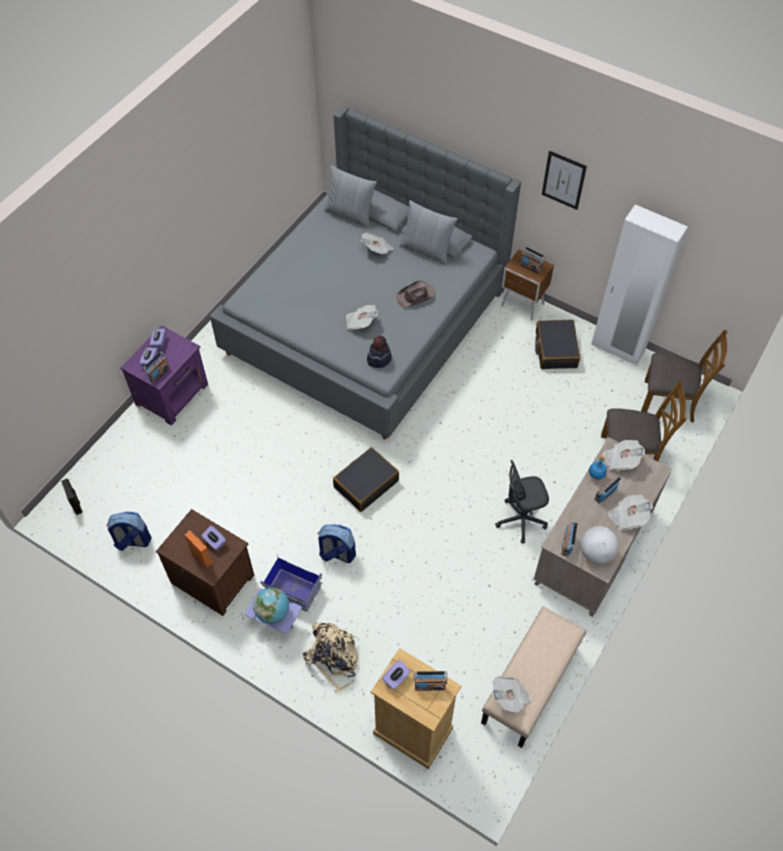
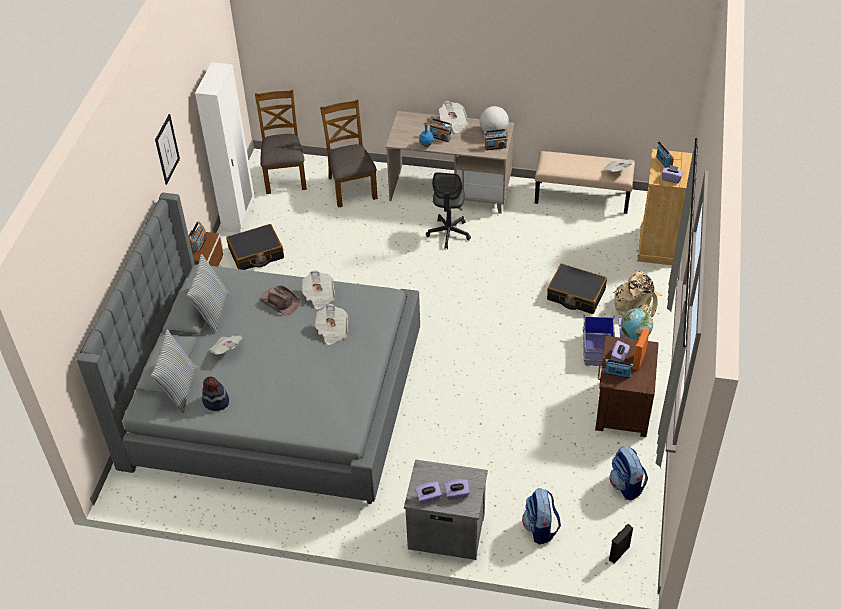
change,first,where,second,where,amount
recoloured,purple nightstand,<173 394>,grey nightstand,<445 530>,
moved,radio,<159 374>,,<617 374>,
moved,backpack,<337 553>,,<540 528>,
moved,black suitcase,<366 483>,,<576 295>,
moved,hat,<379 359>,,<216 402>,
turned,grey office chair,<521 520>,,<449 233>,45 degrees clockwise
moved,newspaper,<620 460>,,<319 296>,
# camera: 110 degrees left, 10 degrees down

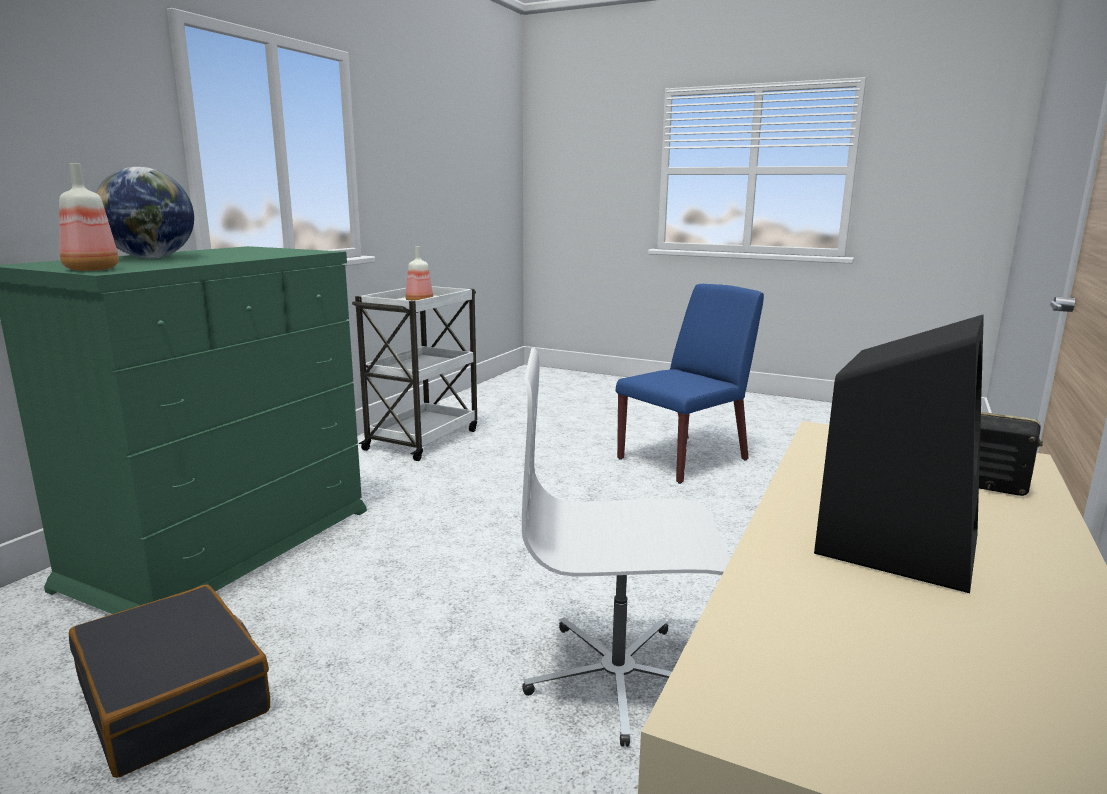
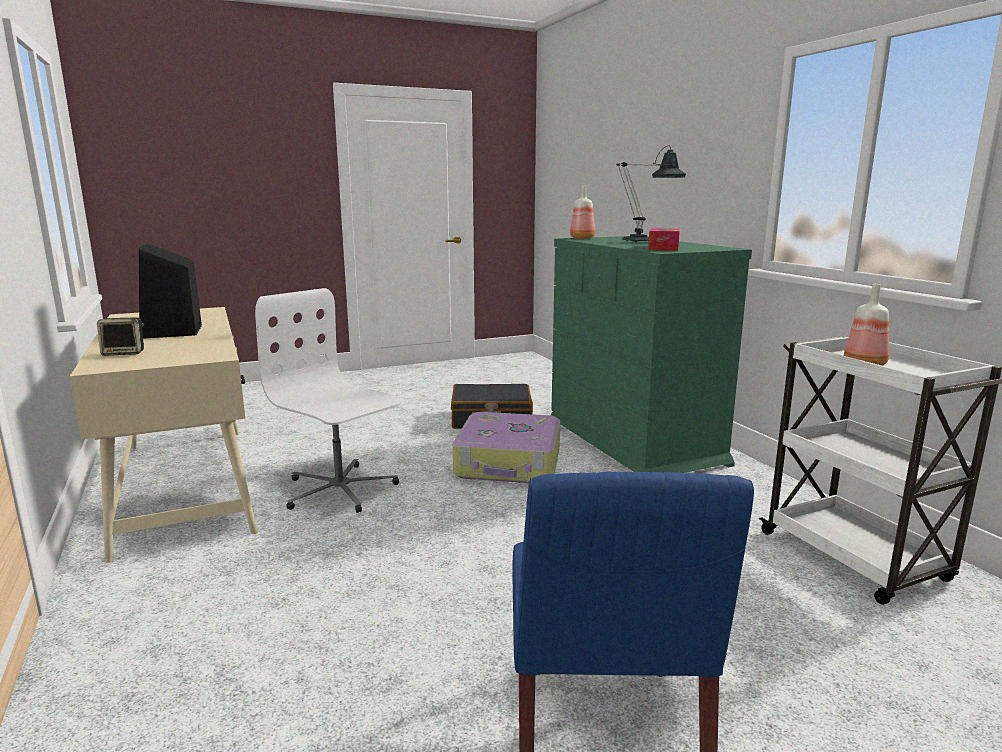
change,first,where,second,where,amount
replaced,globe,<151 258>,table lamp,<644 241>,
turned,white office chair,<618 677>,,<339 490>,90 degrees counterclockwise
added,,,suitcase,<509 463>,
added,,,tissue box,<663 248>,
# camera: 130 degrees right, 0 degrees up

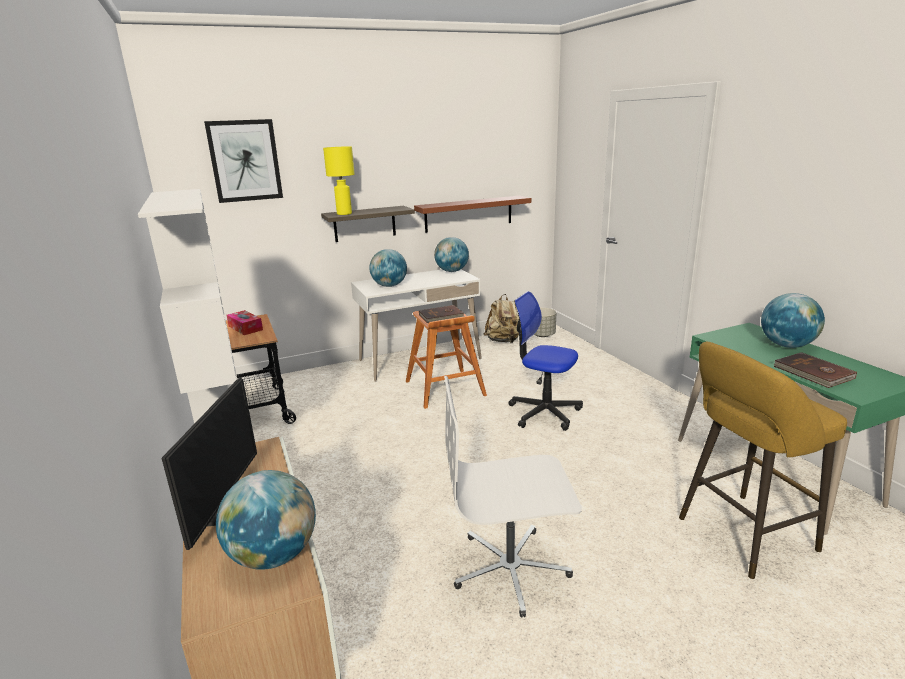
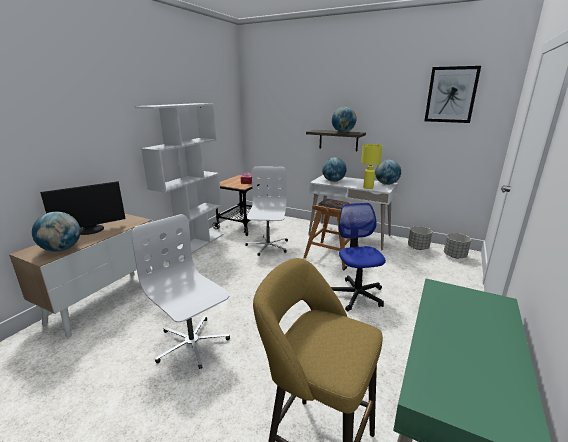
change,first,where,second,where,amount
moved,picture,<245 161>,,<451 95>,
moved,yellow table lamp,<345 214>,,<368 187>,
removed,brown shelf,<468 214>,,,
replaced,beige backpack,<503 341>,grey planter,<418 247>,
moved,globe,<787 345>,,<343 132>,
removed,brown book,<813 373>,,,
added,,,white office chair,<267 246>,
# camera: 50 degrees right, 0 degrees up

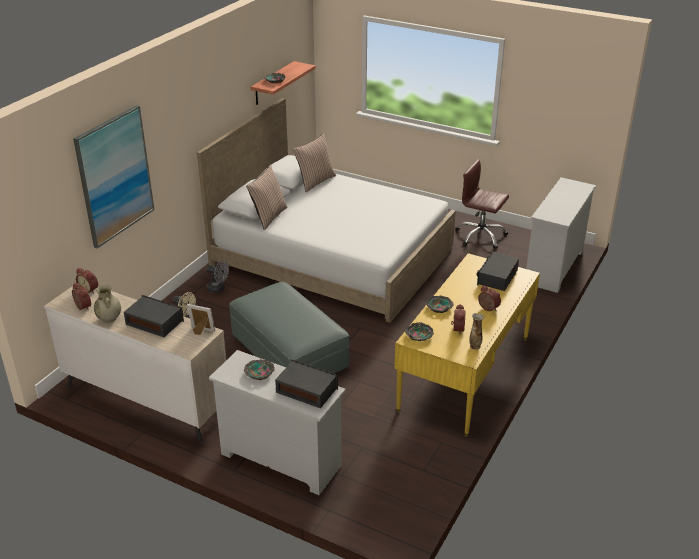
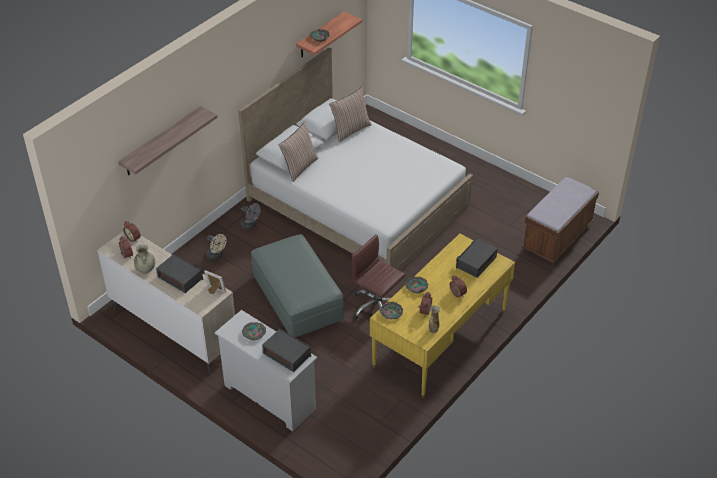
change,first,where,second,where,amount
replaced,picture,<115 176>,shelf,<161 141>,
moved,brown office chair,<480 236>,,<377 307>,
replaced,white dresser,<554 267>,brown bench,<557 237>,
# camera: 10 degrees right, 10 degrees up

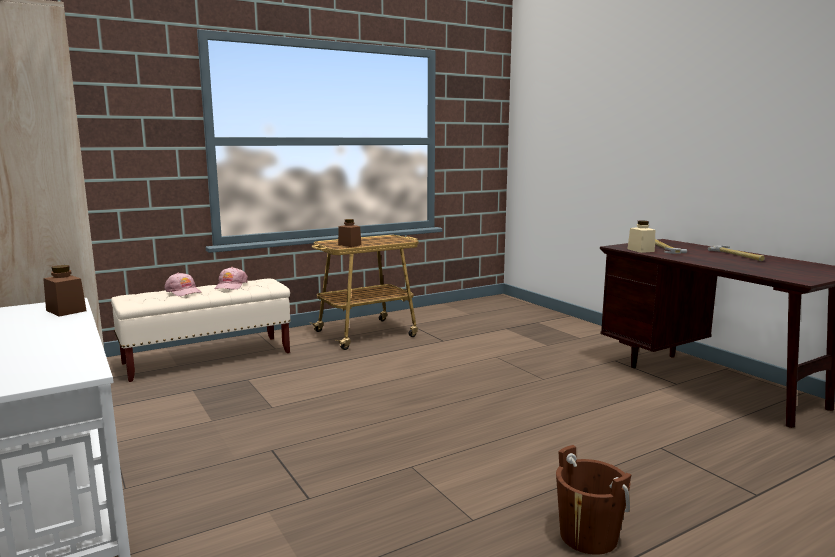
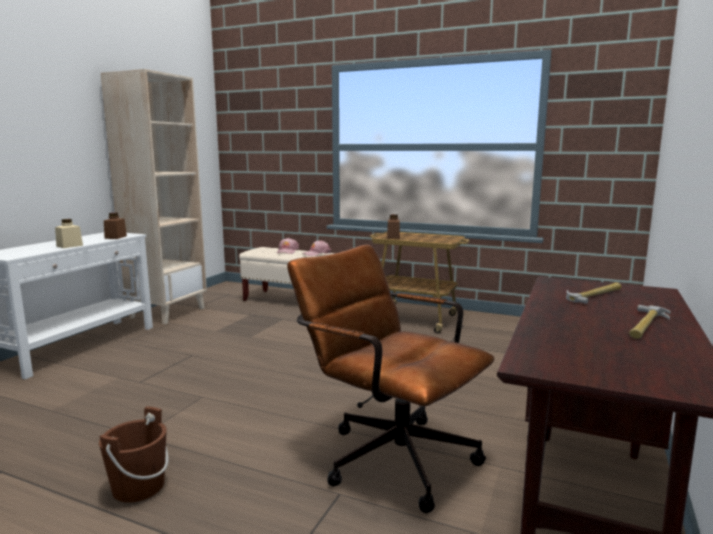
change,first,where,second,where,amount
moved,beige jar,<640 250>,,<69 246>,
added,,,brown office chair,<388 454>,
# camera: 55 degrees right, 0 degrees up

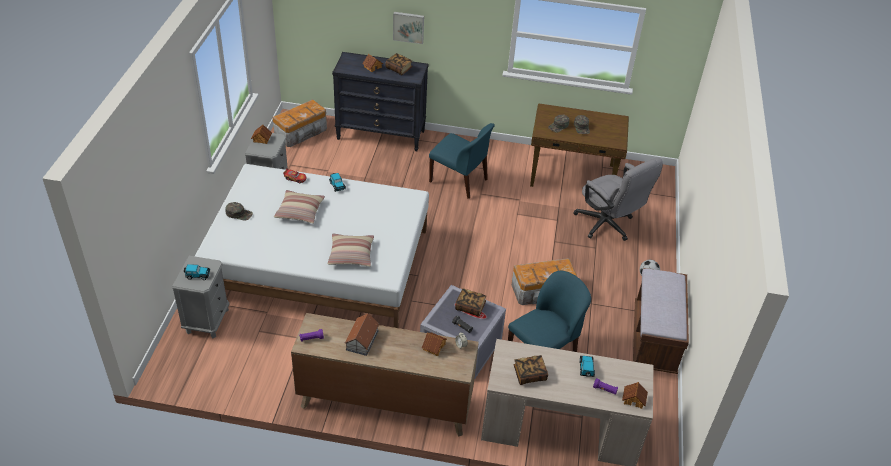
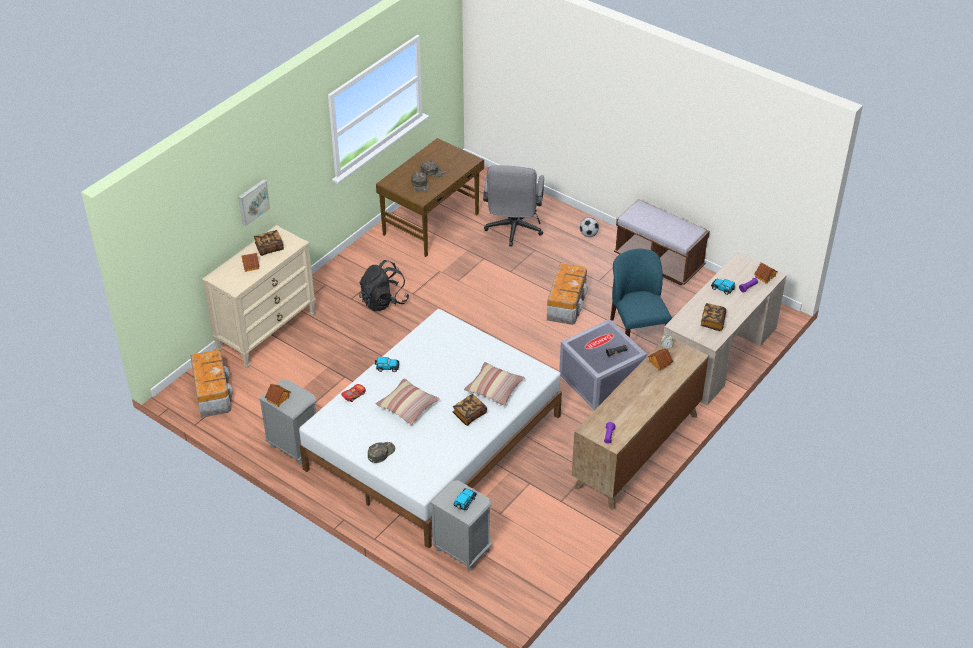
change,first,where,second,where,amount
recoloured,black dresser,<381 135>,beige dresser,<267 332>,
removed,toy house,<362 340>,,,
replaced,blue chair,<459 181>,black backpack,<383 301>,
moved,book,<470 307>,,<469 414>,
turned,grey office chair,<608 226>,,<513 230>,105 degrees clockwise
# camera: 60 degrees left, 0 degrees up

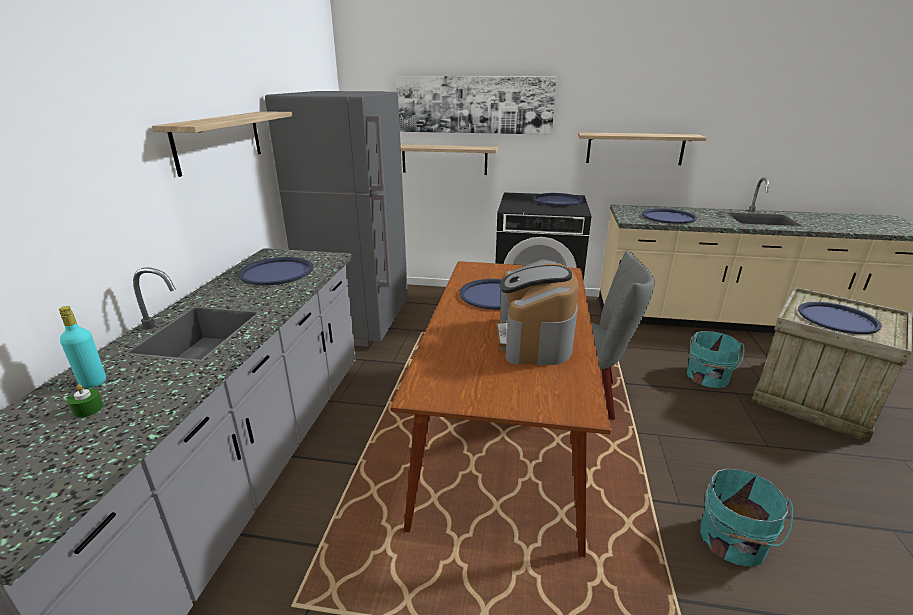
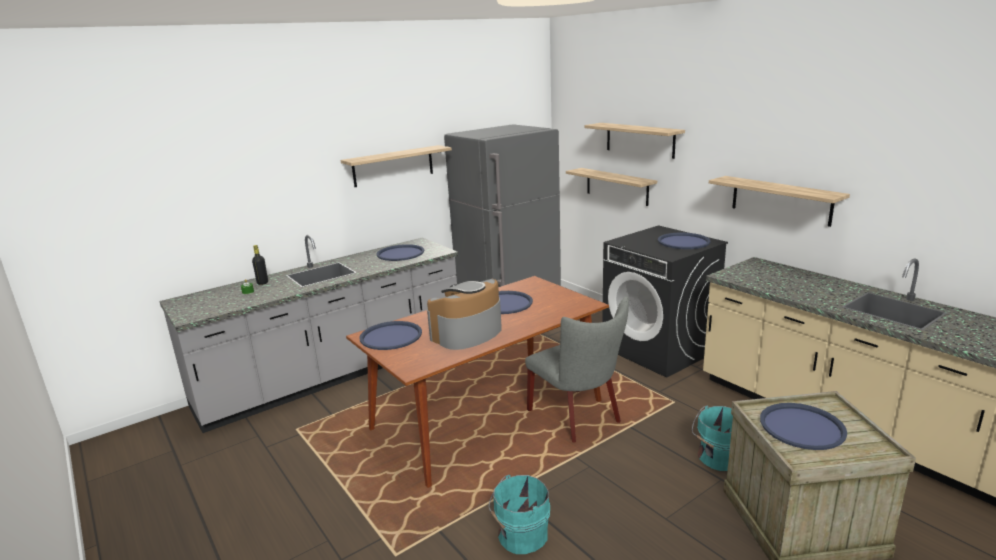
change,first,where,second,where,amount
recoloured,turquoise bottle,<93 382>,black bottle,<262 283>,
replaced,picture,<474 105>,shelf,<639 140>,
moved,blue tray,<668 217>,,<391 336>,
# camera: 45 degrees right, 5 degrees down

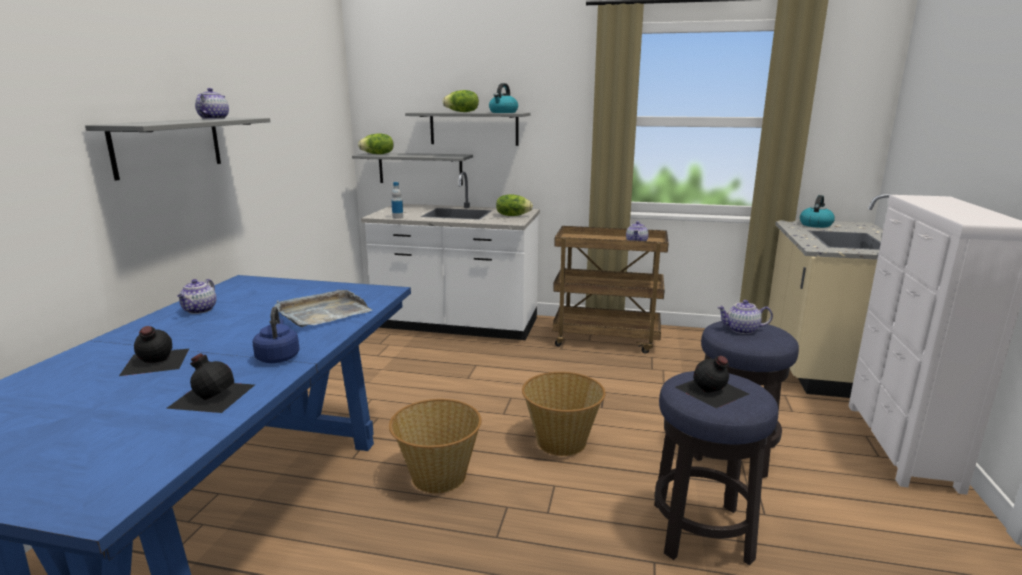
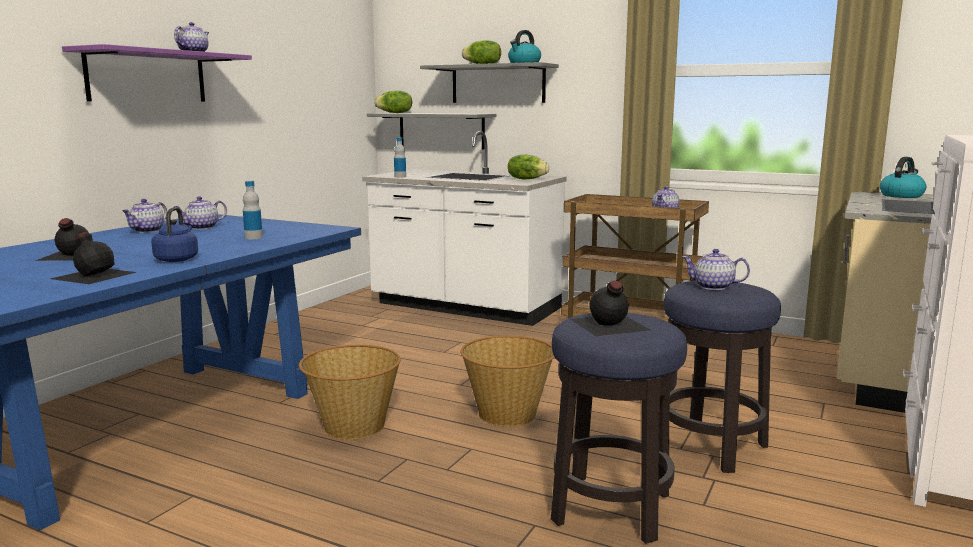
change,first,where,second,where,amount
recoloured,grey shelf,<168 146>,purple shelf,<147 77>,
replaced,grey tray,<322 312>,bottle,<253 237>,
added,,,teapot,<201 227>,
# camera: 15 degrees right, 5 degrees down

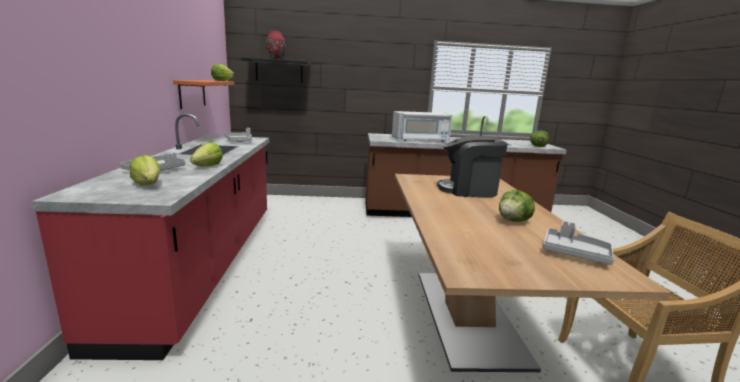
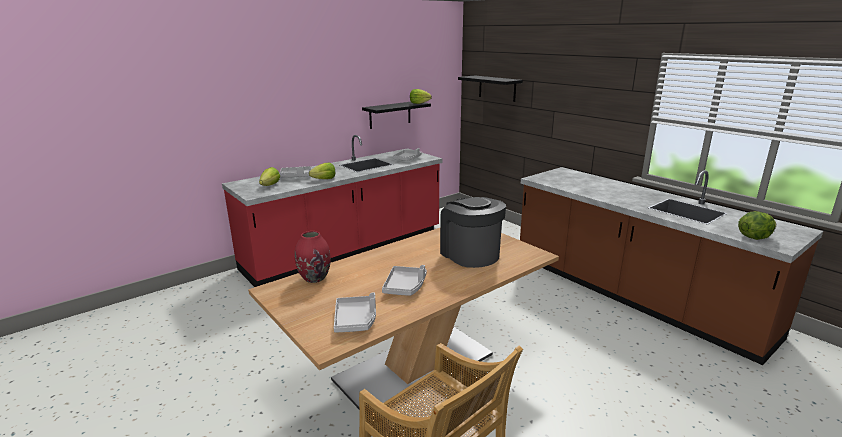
change,first,where,second,where,amount
recoloured,orange shelf,<192 93>,black shelf,<390 114>,
moved,red vase,<275 59>,,<314 278>,
removed,white microwave,<420 140>,,,
replaced,lettuce,<514 221>,grey tray,<405 287>,
# camera: 55 degrees right, 5 degrees up

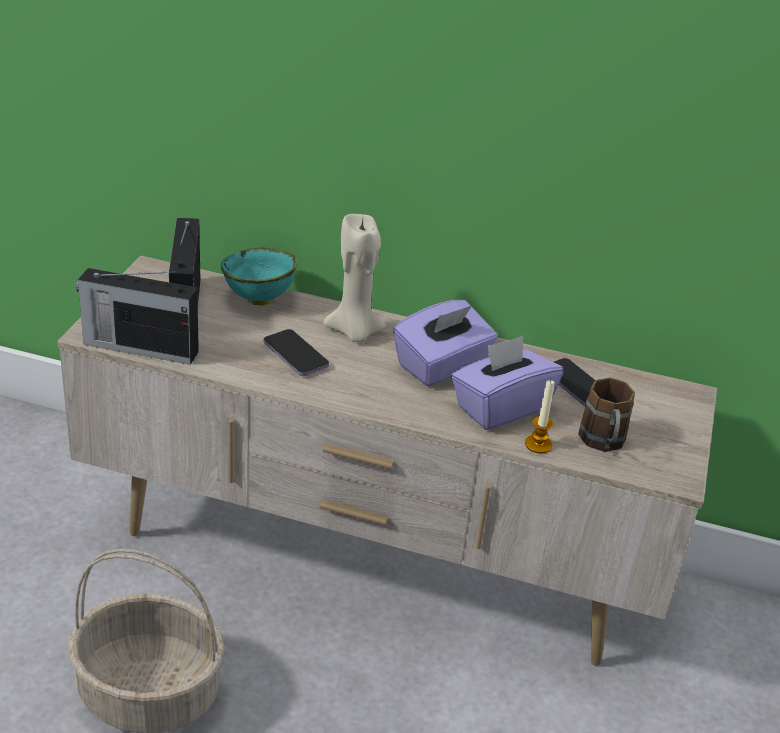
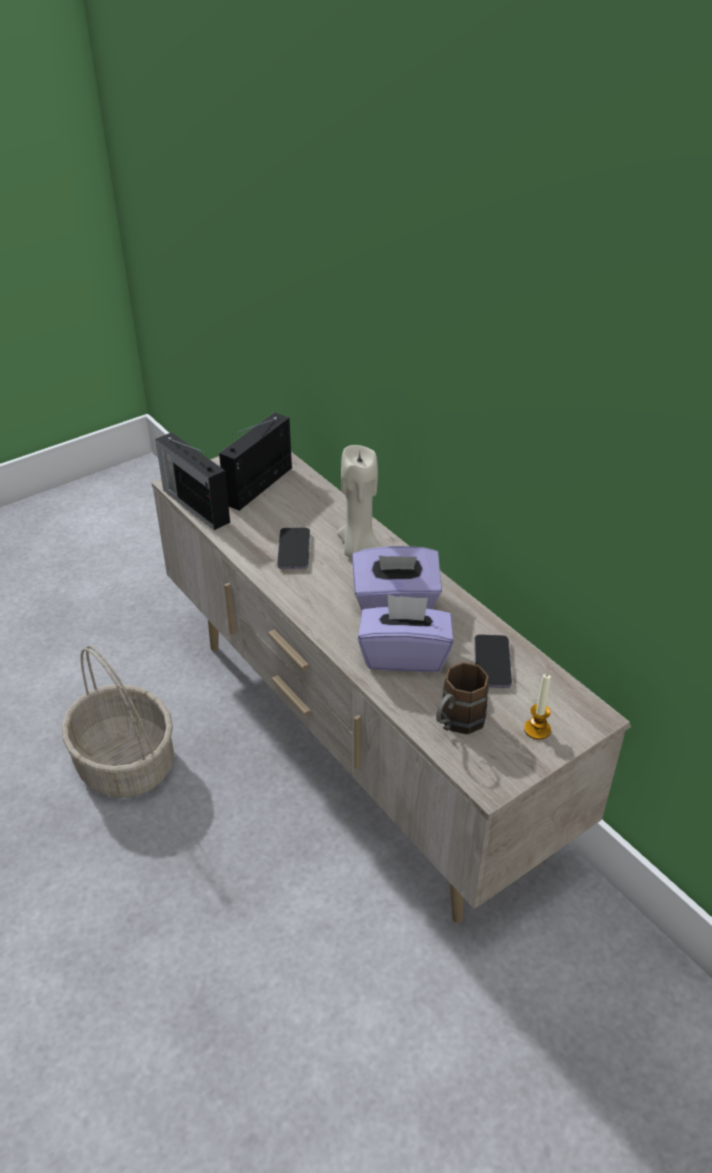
change,first,where,second,where,amount
removed,turquoise bowl,<258 299>,,,
moved,candle,<538 444>,,<537 729>,
# camera: 40 degrees right, 5 degrees up

